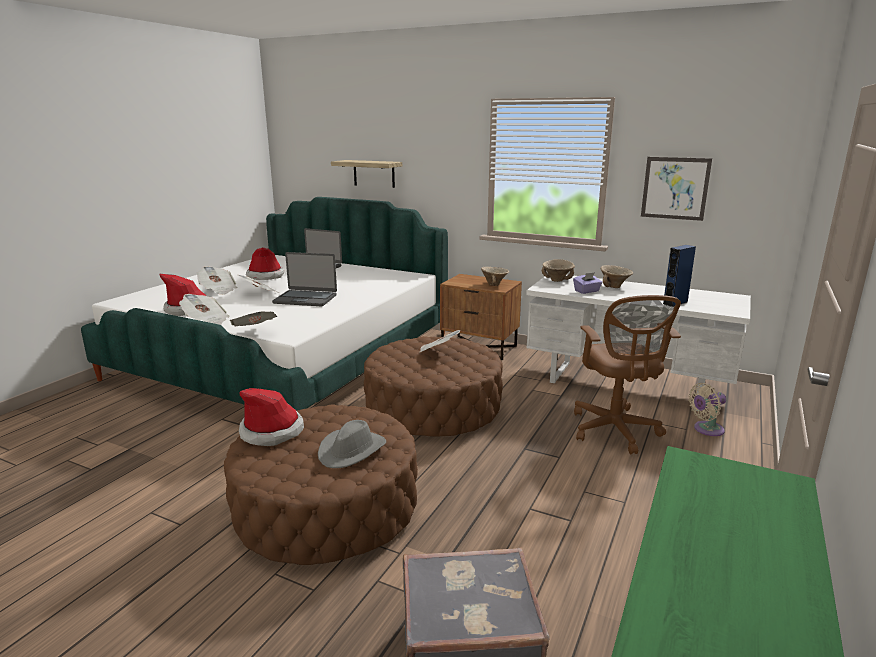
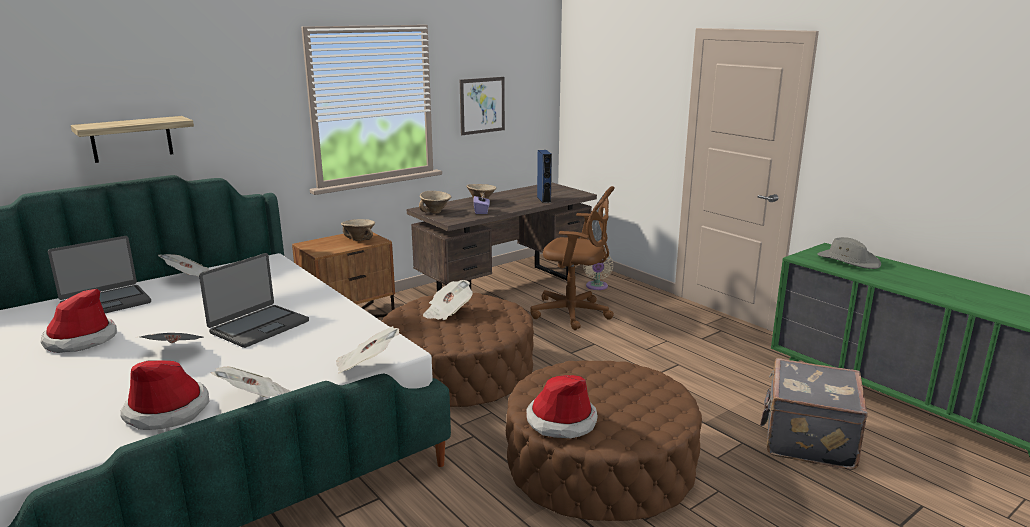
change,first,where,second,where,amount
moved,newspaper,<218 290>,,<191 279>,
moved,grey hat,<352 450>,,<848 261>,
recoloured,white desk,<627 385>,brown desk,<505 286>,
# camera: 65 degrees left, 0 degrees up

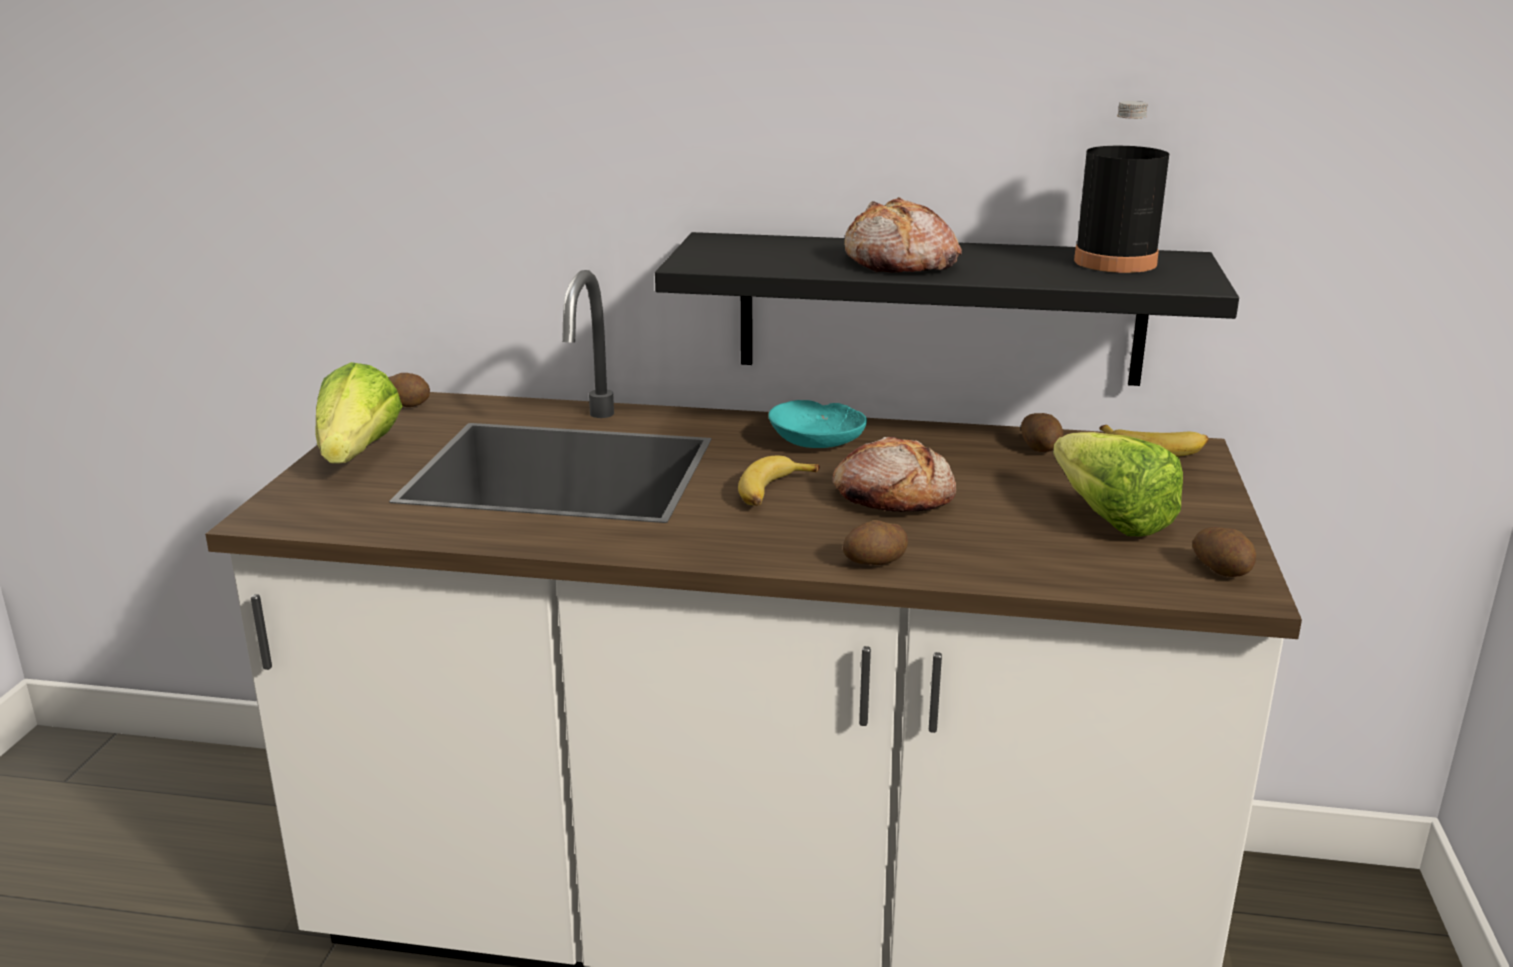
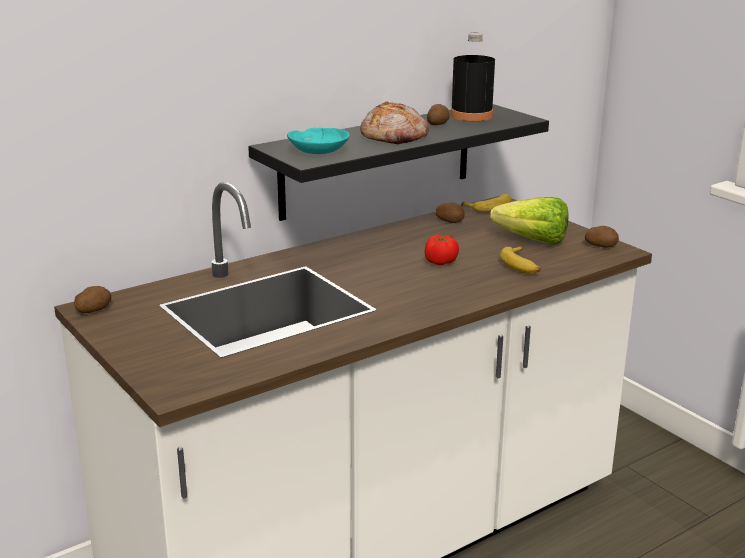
change,first,where,second,where,amount
removed,lettuce,<358 454>,,,
moved,banana,<773 492>,,<521 266>,
moved,turquoise bowl,<816 440>,,<317 151>,
replaced,bread,<892 496>,tomato,<440 262>,
moved,potato,<876 562>,,<438 124>,
# camera: 45 degrees left, 0 degrees up

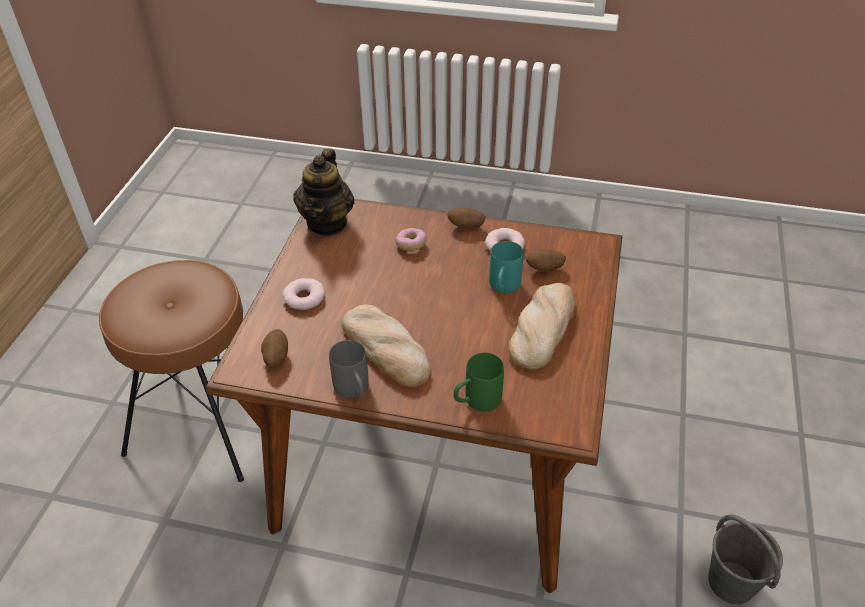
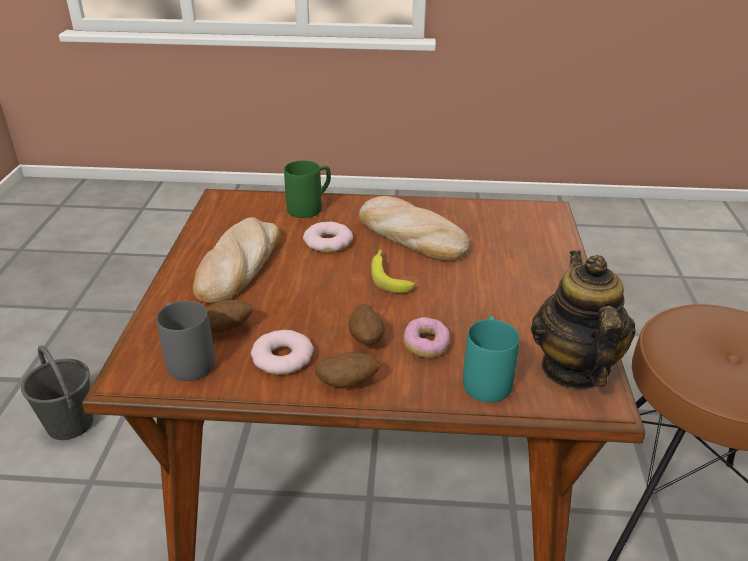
change,first,where,second,where,amount
moved,potato,<276 357>,,<366 340>,
moved,donut,<304 298>,,<328 242>,
moved,grey mug,<354 391>,,<186 359>,
moved,turquoise mug,<503 288>,,<487 377>,
added,,,banana,<388 275>,
# camera: 170 degrees right, 10 degrees down

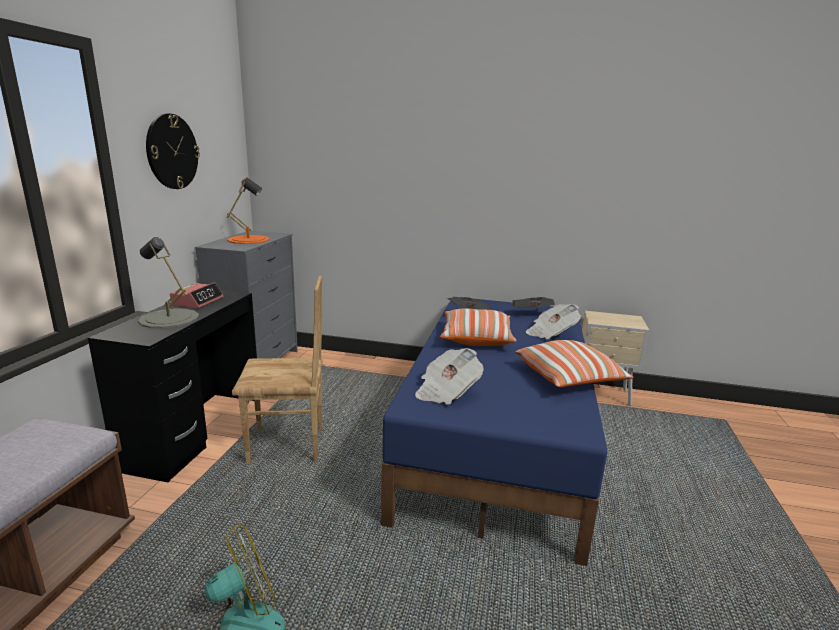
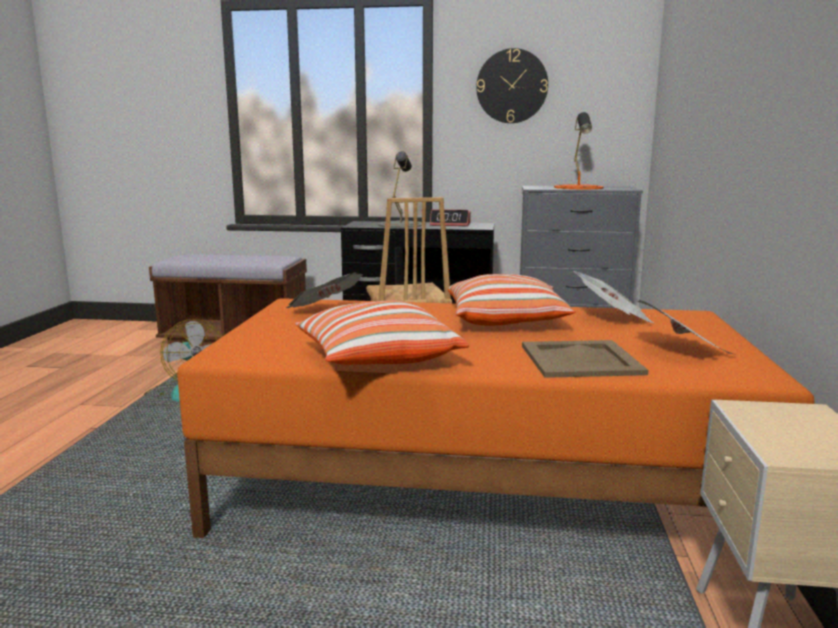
change,first,where,second,where,amount
recoloured,blue bed,<498 436>,orange bed,<481 487>,
replaced,newspaper,<551 333>,beige tray,<579 359>,
# camera: 85 degrees right, 5 degrees down

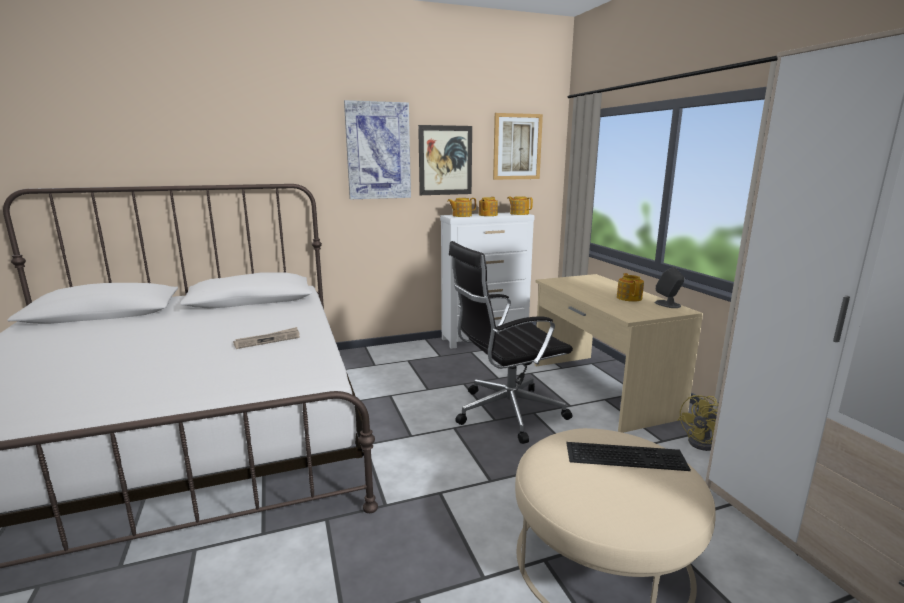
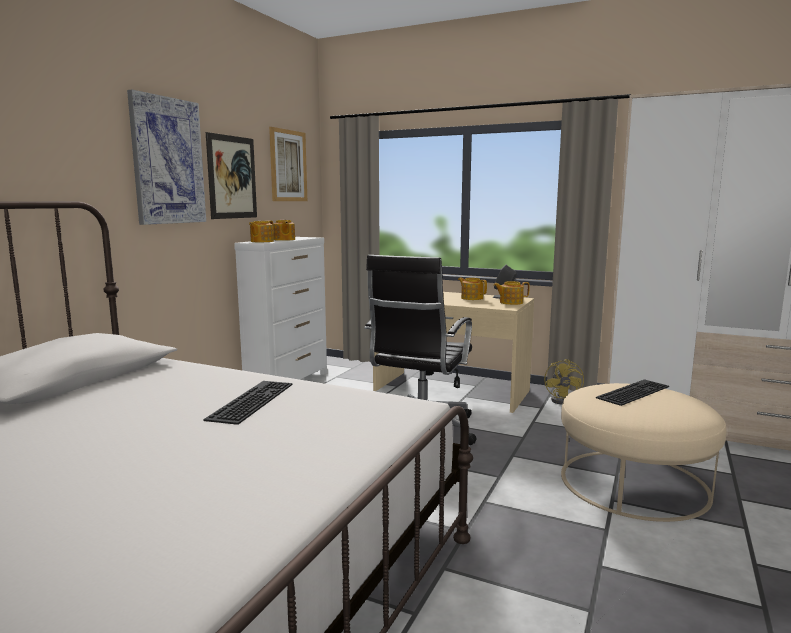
change,first,where,second,where,amount
replaced,newspaper,<268 340>,keyboard,<250 400>,
moved,teapot,<519 213>,,<510 302>,
# camera: 45 degrees left, 5 degrees down

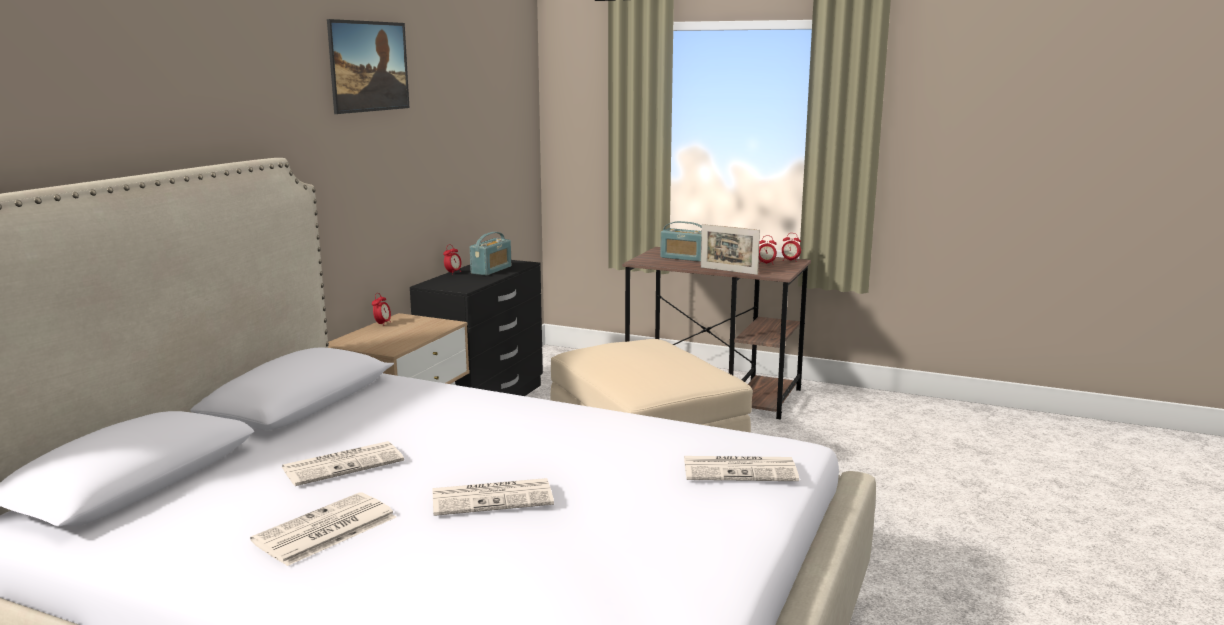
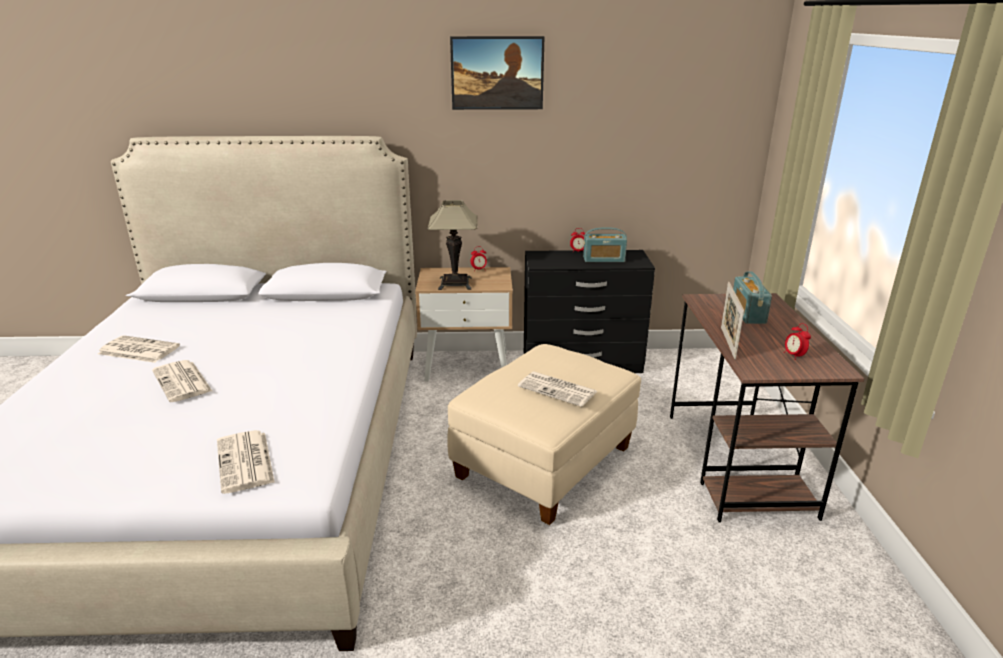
change,first,where,second,where,amount
moved,newspaper,<344 464>,,<558 389>,
removed,alarm clock,<790 260>,,,
added,,,table lamp,<455 283>,
# camera: 65 degrees right, 10 degrees up

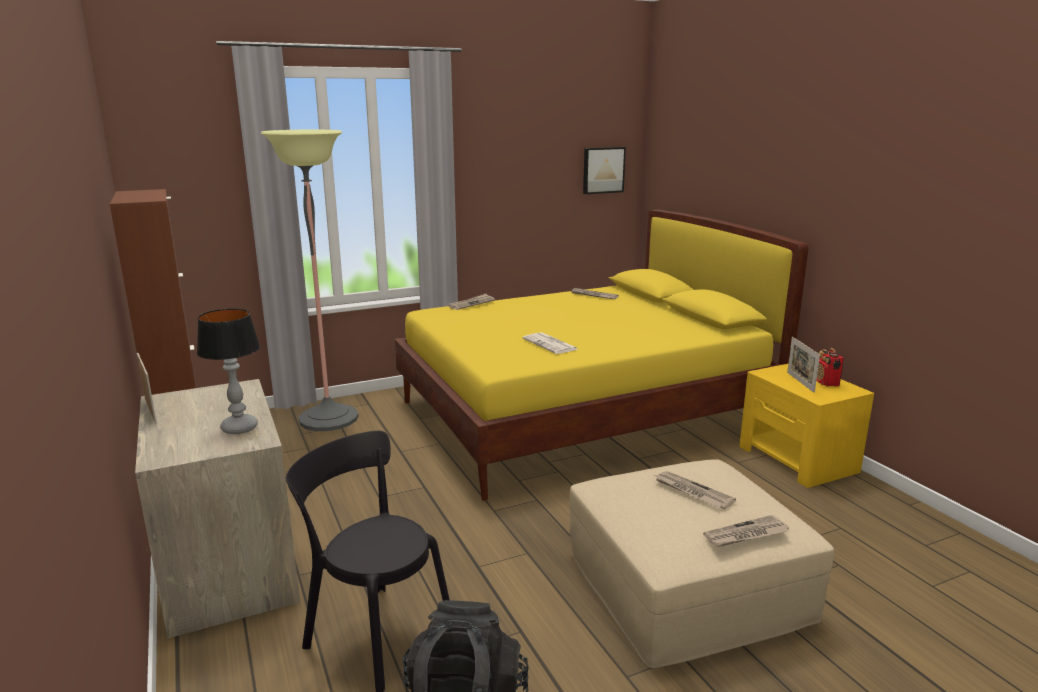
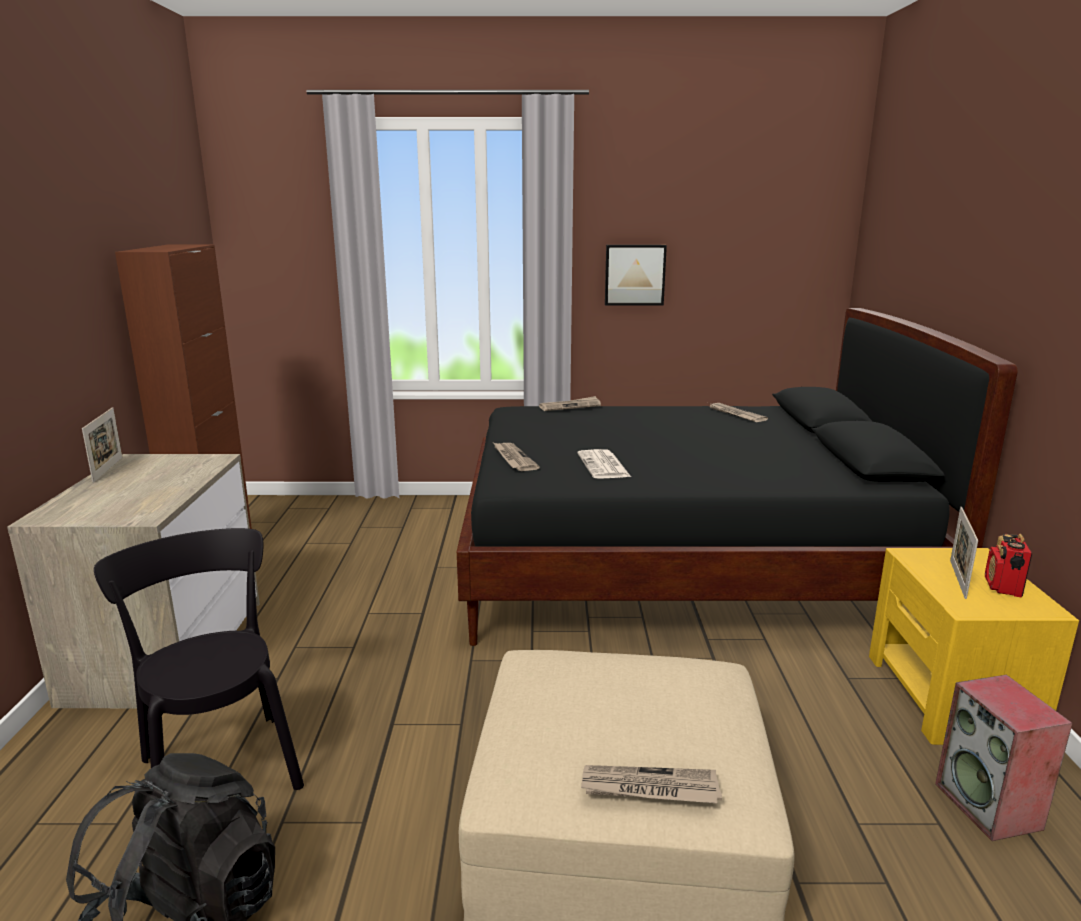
change,first,where,second,where,amount
removed,table lamp,<240 427>,,,
removed,floor lamp,<328 418>,,,
recoloured,yellow bed,<583 415>,black bed,<681 568>,
moved,picture,<603 170>,,<634 275>,
moved,newspaper,<692 492>,,<513 459>,
added,,,speaker,<989 807>,
# camera: 25 degrees right, 0 degrees up

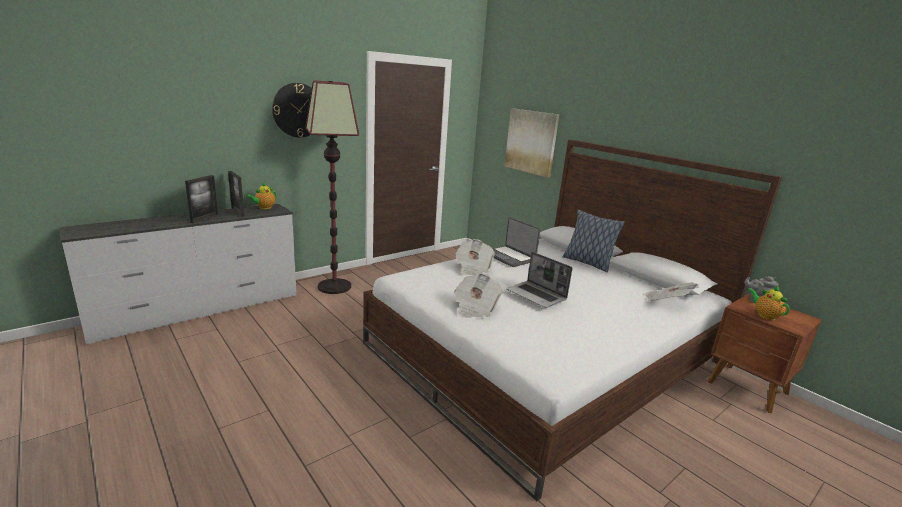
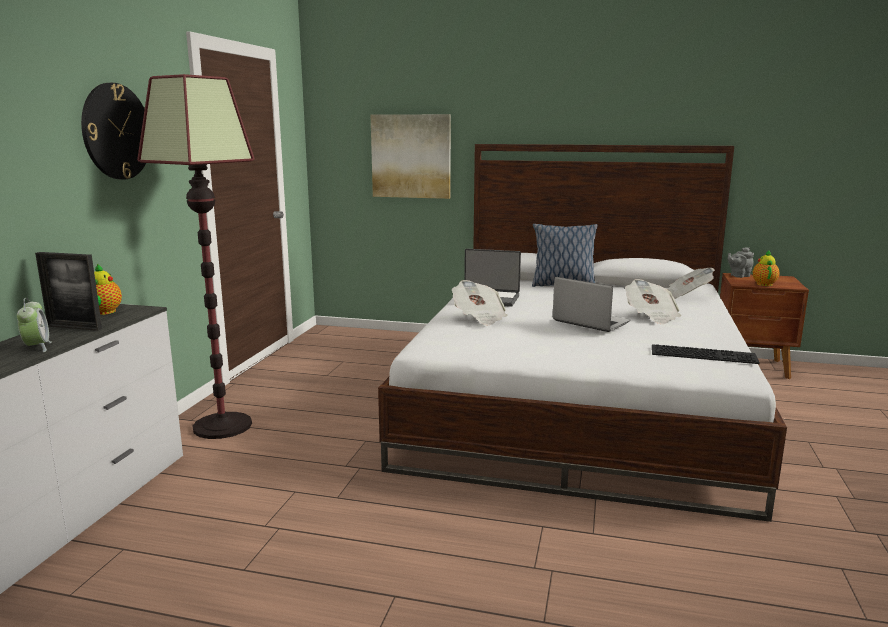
change,first,where,second,where,amount
replaced,picture frame,<204 218>,alarm clock,<37 347>,
moved,newspaper,<475 308>,,<651 316>,
turned,laptop,<537 295>,,<589 322>,150 degrees counterclockwise
turned,teapot,<764 315>,,<763 284>,75 degrees clockwise
added,,,keyboard,<704 354>,
# camera: 35 degrees left, 5 degrees down

